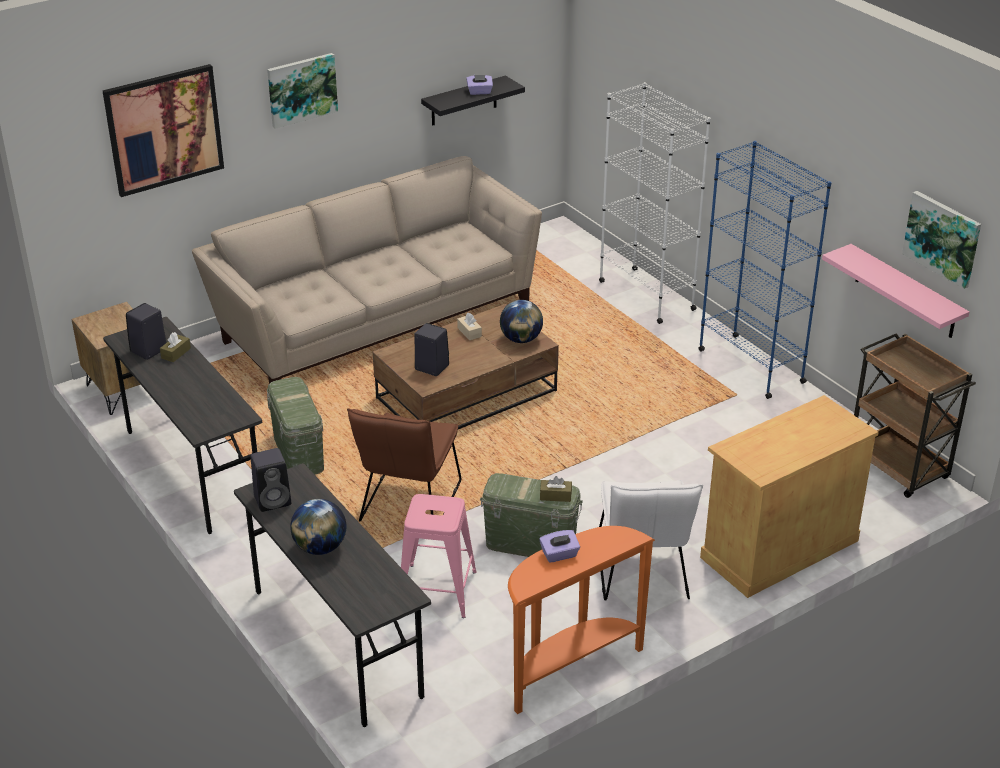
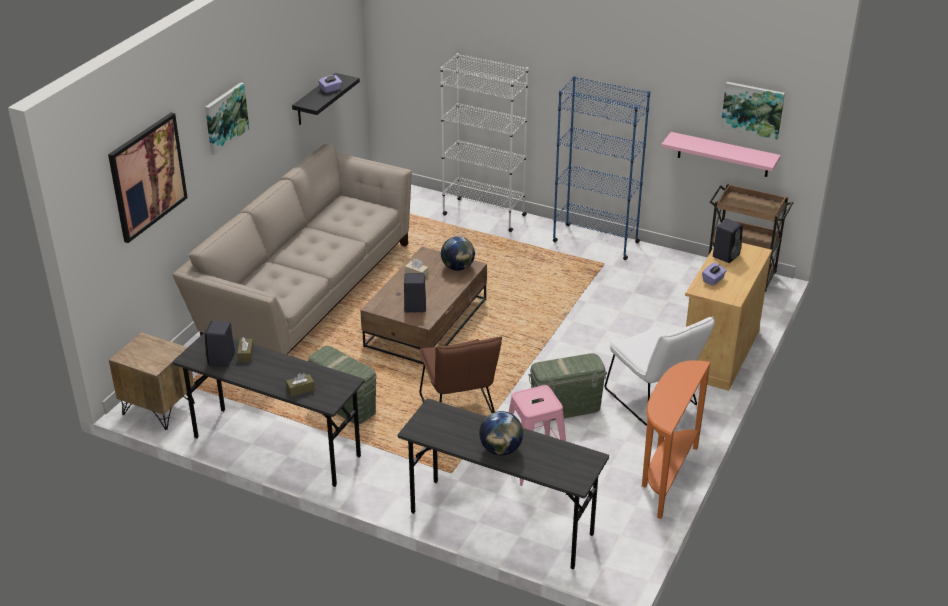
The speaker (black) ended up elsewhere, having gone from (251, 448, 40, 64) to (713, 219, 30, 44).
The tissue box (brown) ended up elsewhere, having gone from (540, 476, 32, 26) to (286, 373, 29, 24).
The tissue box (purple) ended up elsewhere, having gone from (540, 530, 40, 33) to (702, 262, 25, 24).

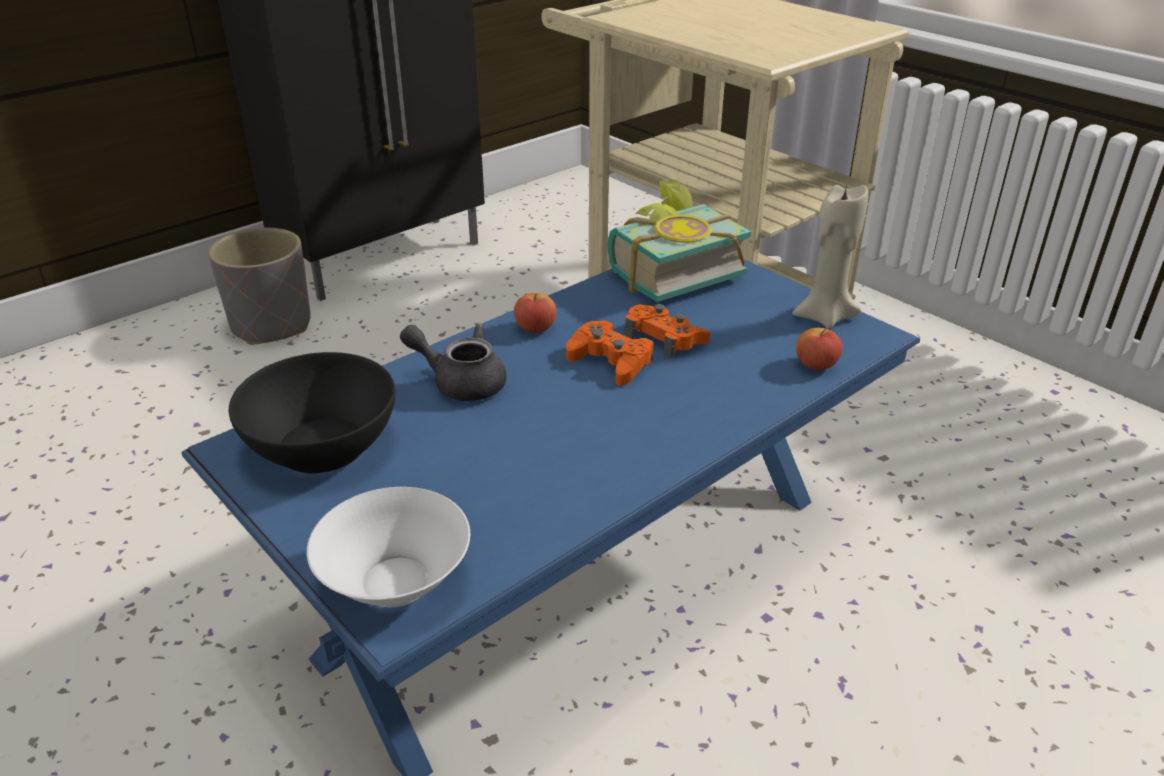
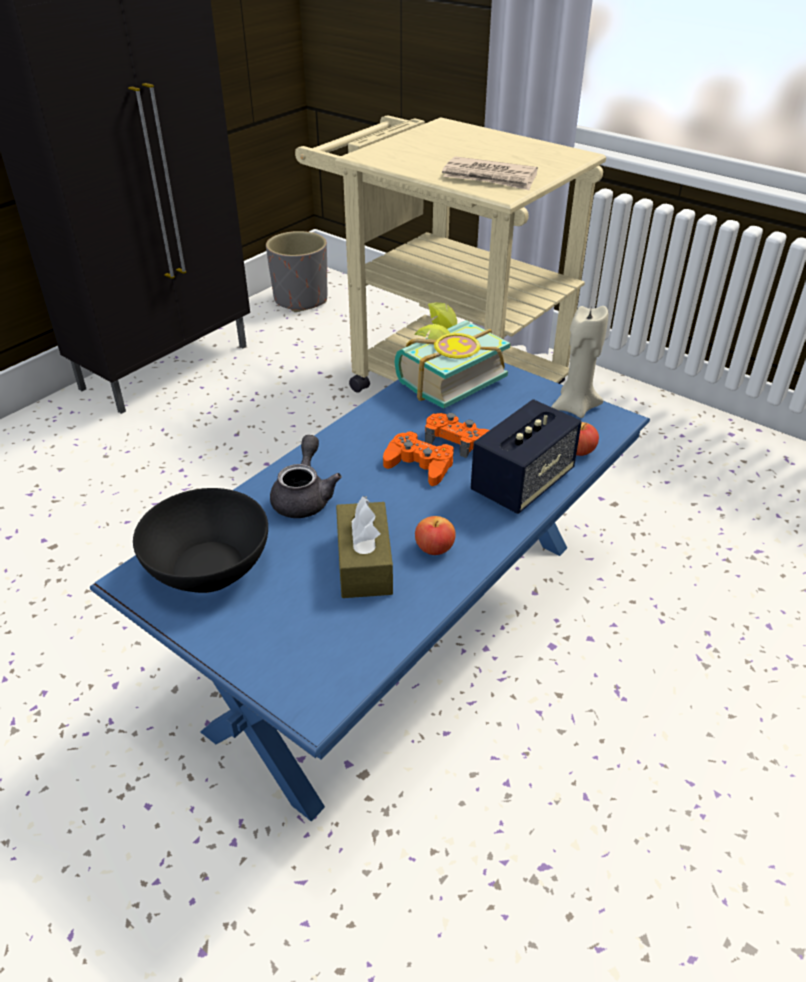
The second view lost the bowl (white) at (307, 487, 163, 120).
The second view gained the tissue box (brown) at (336, 496, 57, 102).
The second view gained the newspaper at (442, 156, 96, 34).
The second view gained the speaker at (471, 399, 111, 115).
The planter (grey) ended up elsewhere, having gone from (208, 228, 103, 117) to (266, 231, 62, 81).
The apple ended up elsewhere, having gone from (514, 293, 42, 40) to (415, 516, 41, 39).
The teapot (grey) at (400, 323, 106, 78) ended up facing another way, 90 degrees clockwise from before.

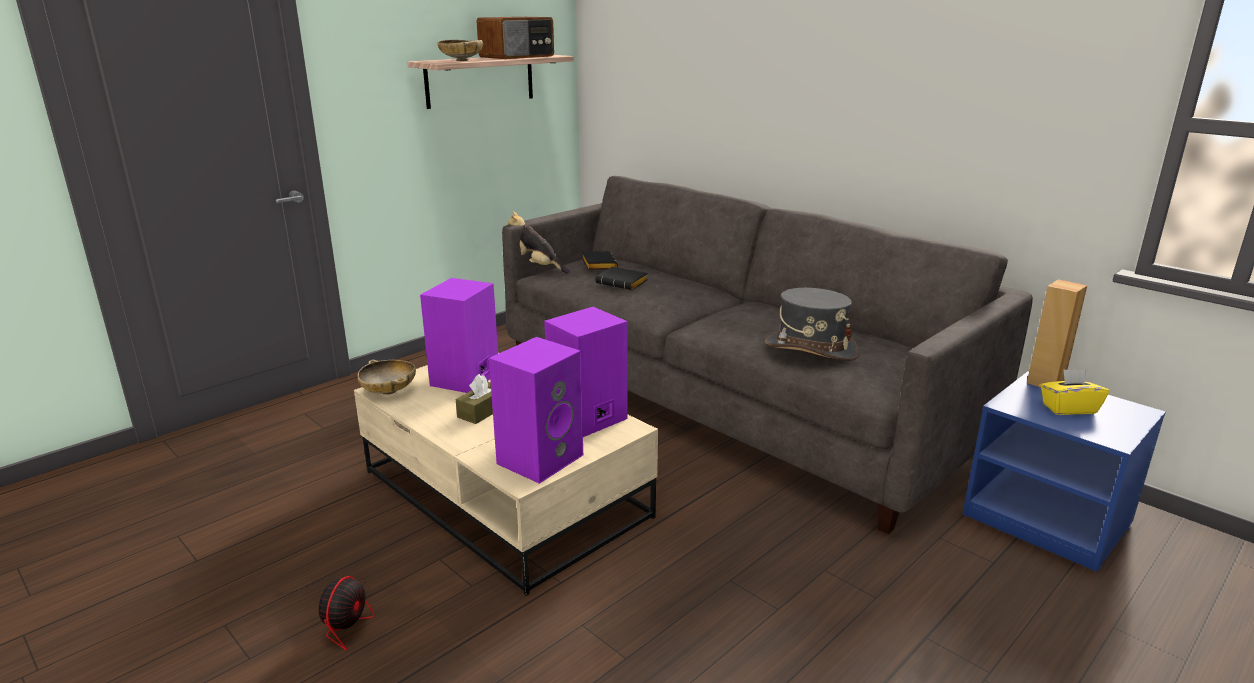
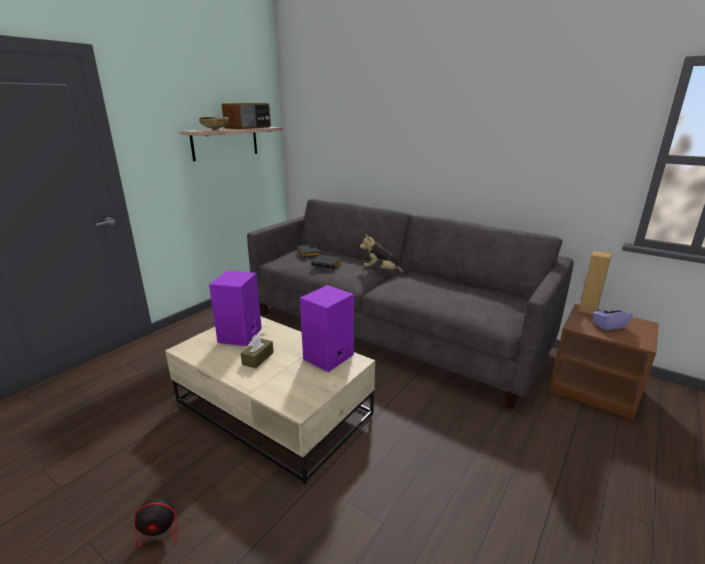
The second view lost the bowl (beige) at (357, 360, 59, 35).
The second view lost the speaker (purple) at (489, 337, 94, 147).
The second view lost the hat (grey) at (764, 288, 95, 73).
The plush toy ended up elsewhere, having gone from (507, 211, 63, 63) to (360, 234, 49, 41).
What was the nightstand (blue) at (962, 371, 204, 201) turned into the nightstand (brown) at (549, 304, 110, 116).
What was the tissue box (yellow) at (1040, 369, 69, 46) turned into the tissue box (purple) at (592, 303, 41, 27).
The fan at (265, 576, 109, 75) ended up facing another way, 75 degrees clockwise from before.

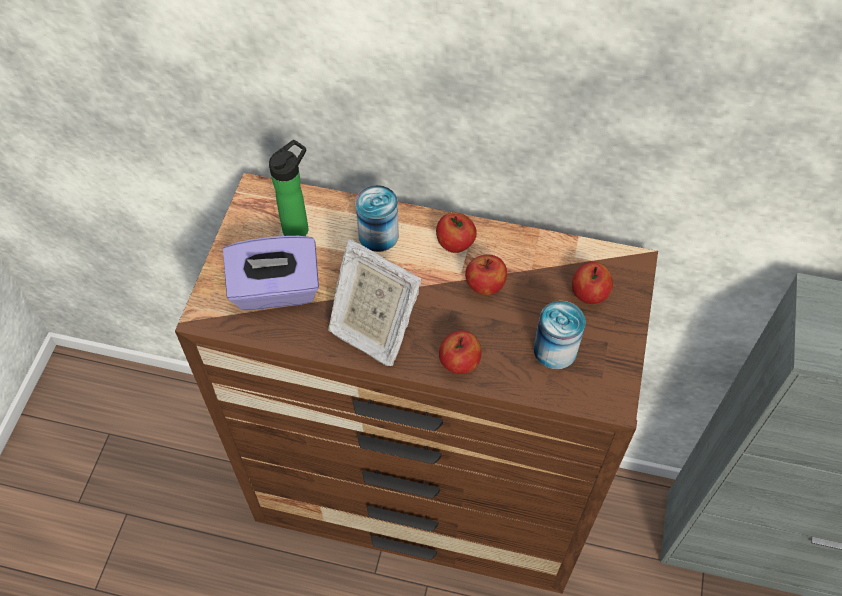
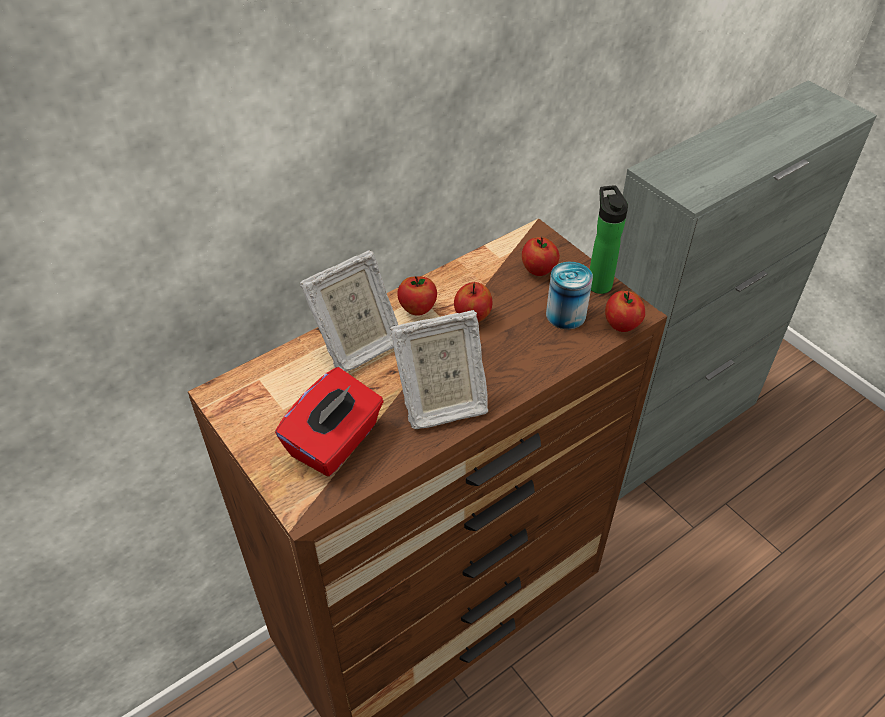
The bottle ended up elsewhere, having gone from (269, 140, 39, 96) to (590, 185, 38, 109).
The apple ended up elsewhere, having gone from (439, 330, 43, 44) to (605, 291, 40, 41).
Where the can stood at (355, 185, 44, 67), the picture frame came to stand at (300, 250, 98, 122).
What was the tissue box (purple) at (223, 236, 96, 74) turned into the tissue box (red) at (275, 367, 109, 109).

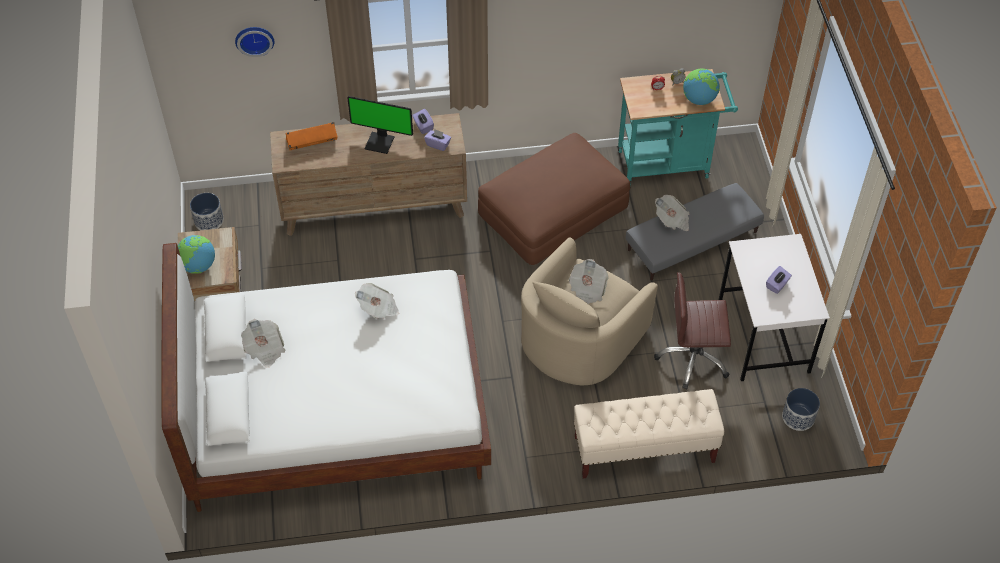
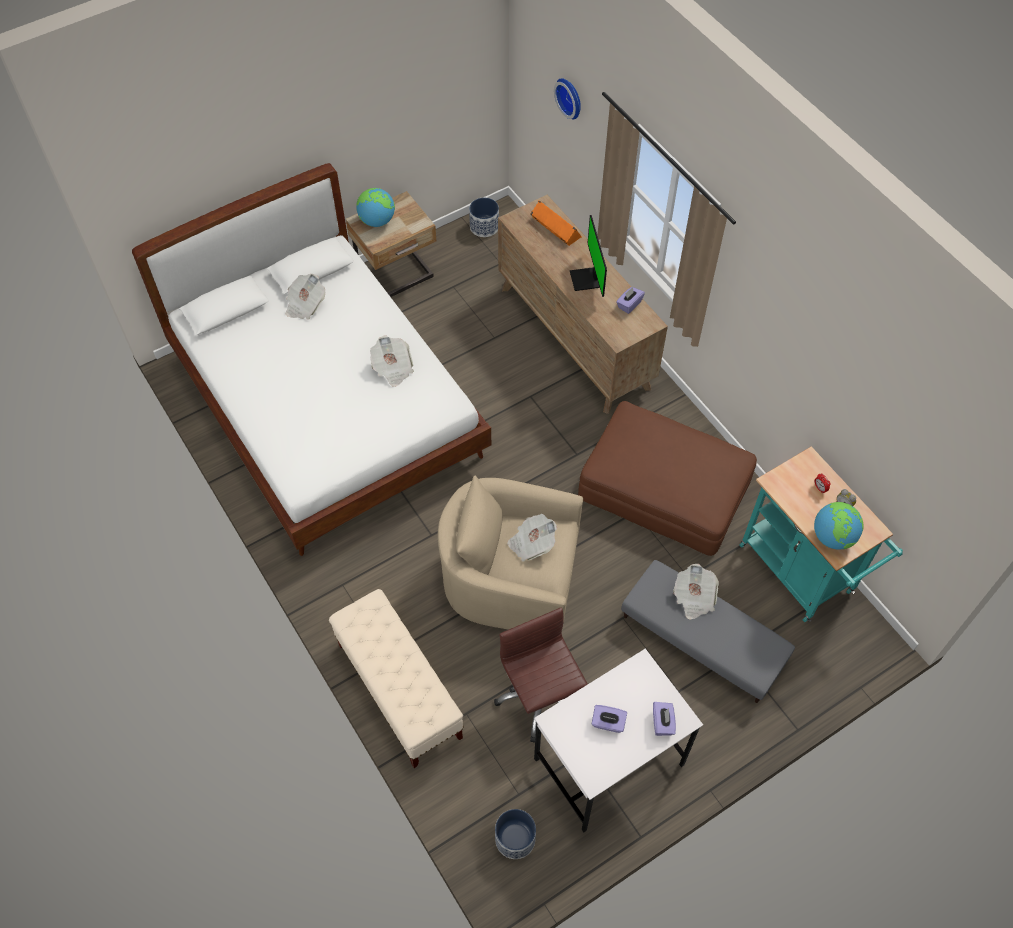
The tissue box (purple) ended up elsewhere, having gone from (424, 129, 27, 22) to (653, 702, 23, 34).

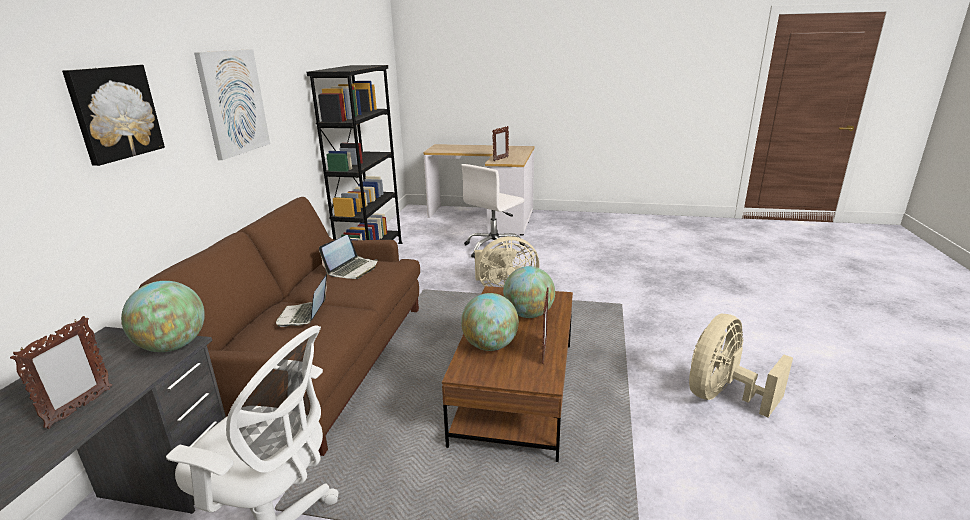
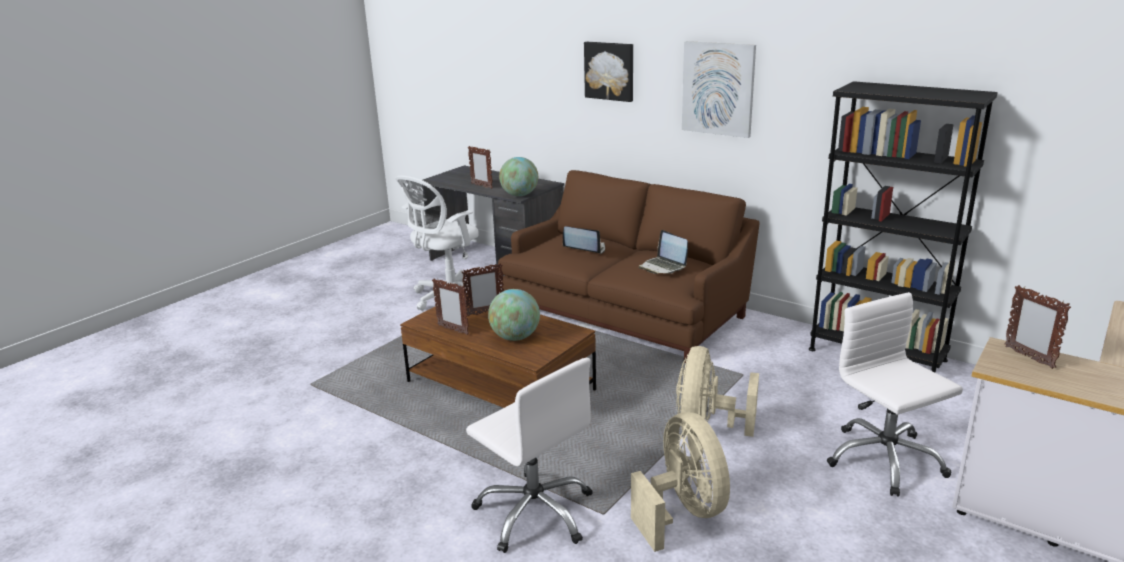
The second view gained the office chair (white) at (466, 357, 127, 196).
The fan (beige) ended up elsewhere, having gone from (689, 314, 104, 104) to (631, 412, 99, 140).
Where the globe stood at (461, 293, 58, 58), the picture frame came to stand at (461, 263, 43, 53).

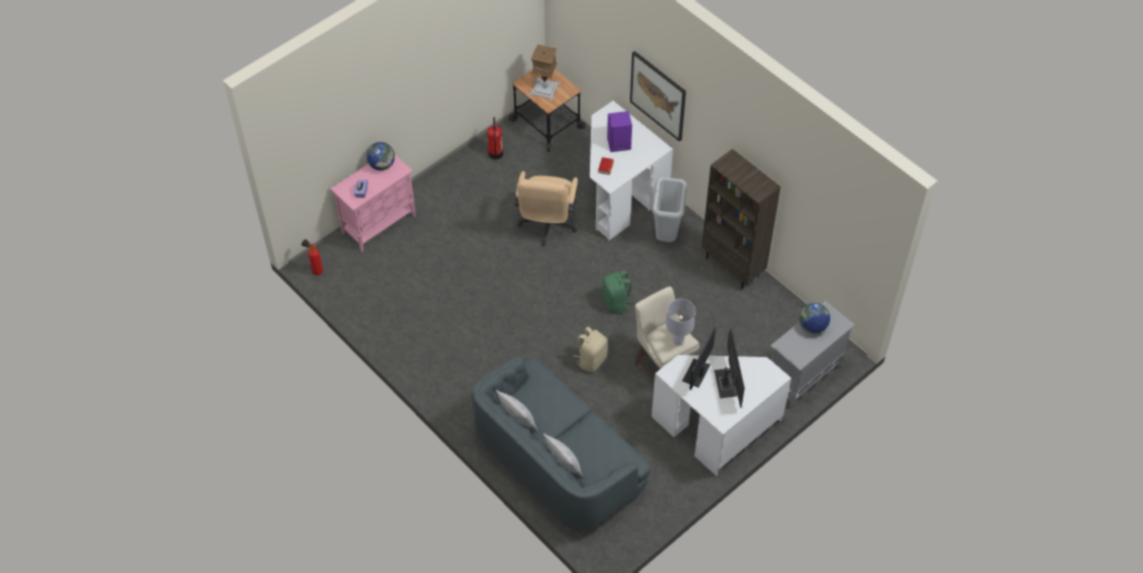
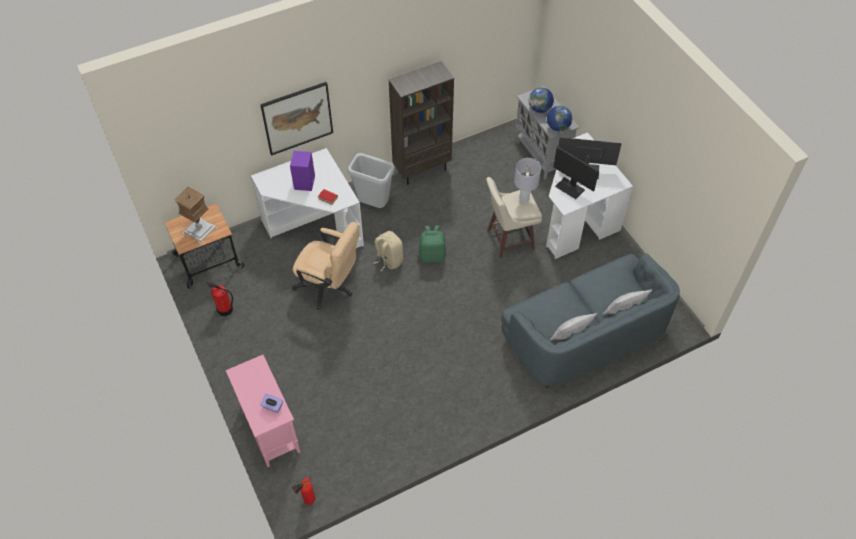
The globe ended up elsewhere, having gone from (366, 142, 29, 29) to (547, 106, 26, 25).
The backpack (beige) ended up elsewhere, having gone from (573, 327, 35, 45) to (373, 231, 30, 40).

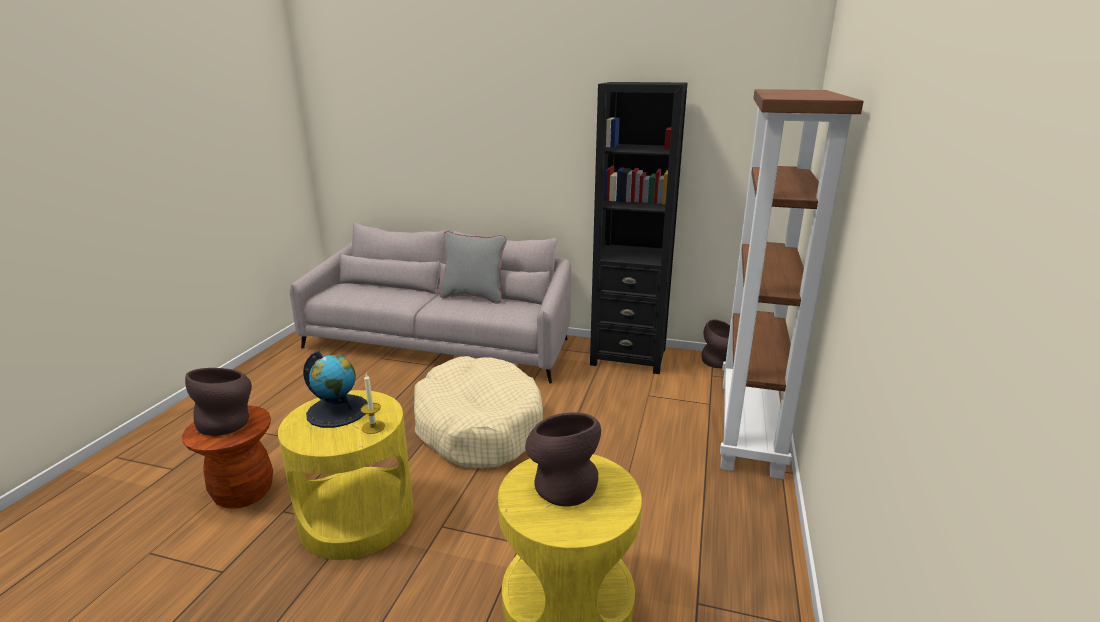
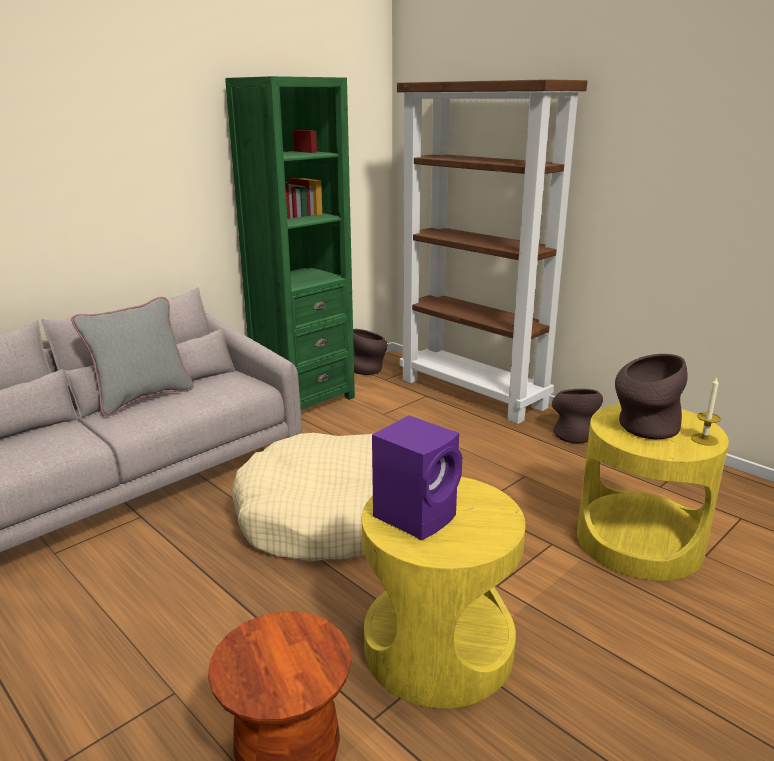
The vase (brown) ended up elsewhere, having gone from (185, 368, 67, 68) to (552, 389, 51, 54).
The candle ended up elsewhere, having gone from (361, 374, 24, 60) to (691, 377, 30, 69).
Where the globe stood at (303, 351, 65, 77), the speaker (purple) came to stand at (372, 415, 90, 125).
What was the bookcase (black) at (590, 82, 98, 292) turned into the bookcase (green) at (225, 76, 130, 334).

